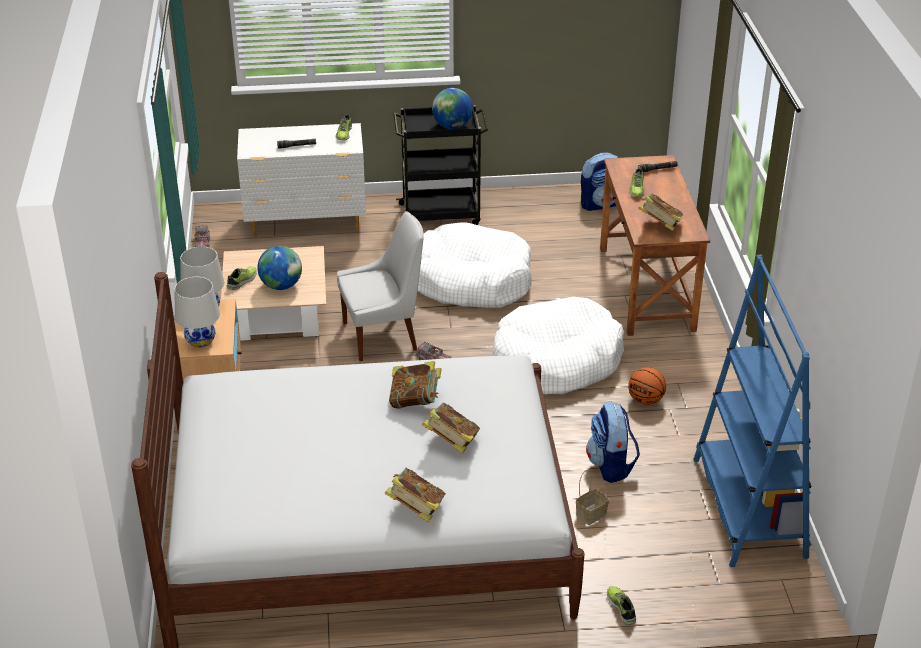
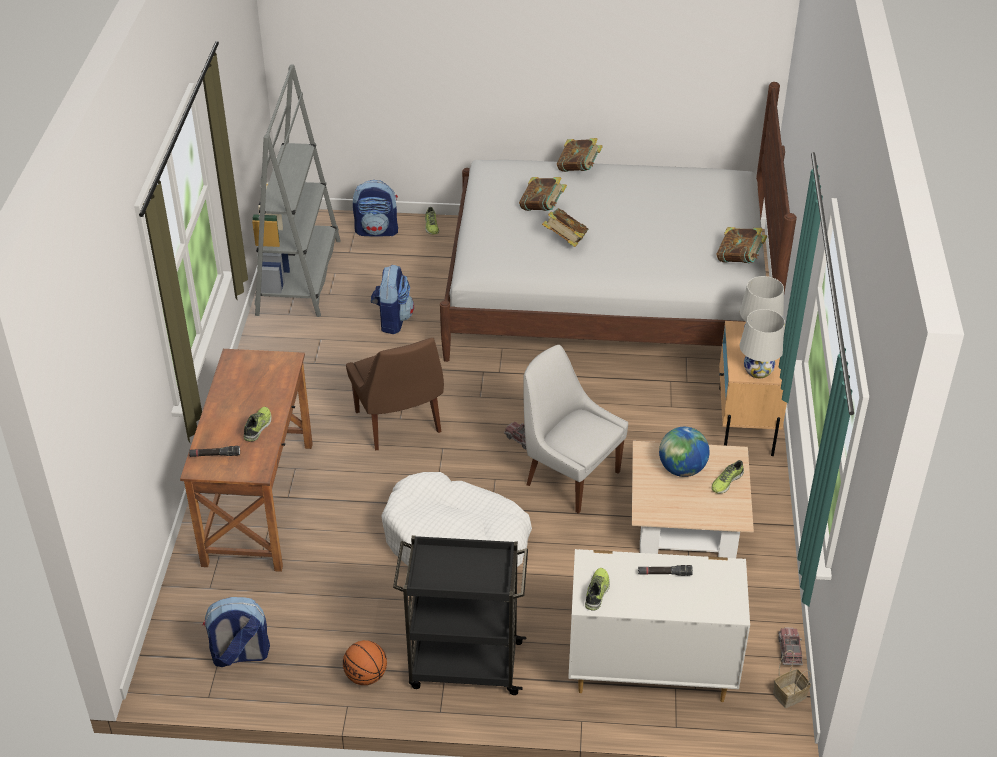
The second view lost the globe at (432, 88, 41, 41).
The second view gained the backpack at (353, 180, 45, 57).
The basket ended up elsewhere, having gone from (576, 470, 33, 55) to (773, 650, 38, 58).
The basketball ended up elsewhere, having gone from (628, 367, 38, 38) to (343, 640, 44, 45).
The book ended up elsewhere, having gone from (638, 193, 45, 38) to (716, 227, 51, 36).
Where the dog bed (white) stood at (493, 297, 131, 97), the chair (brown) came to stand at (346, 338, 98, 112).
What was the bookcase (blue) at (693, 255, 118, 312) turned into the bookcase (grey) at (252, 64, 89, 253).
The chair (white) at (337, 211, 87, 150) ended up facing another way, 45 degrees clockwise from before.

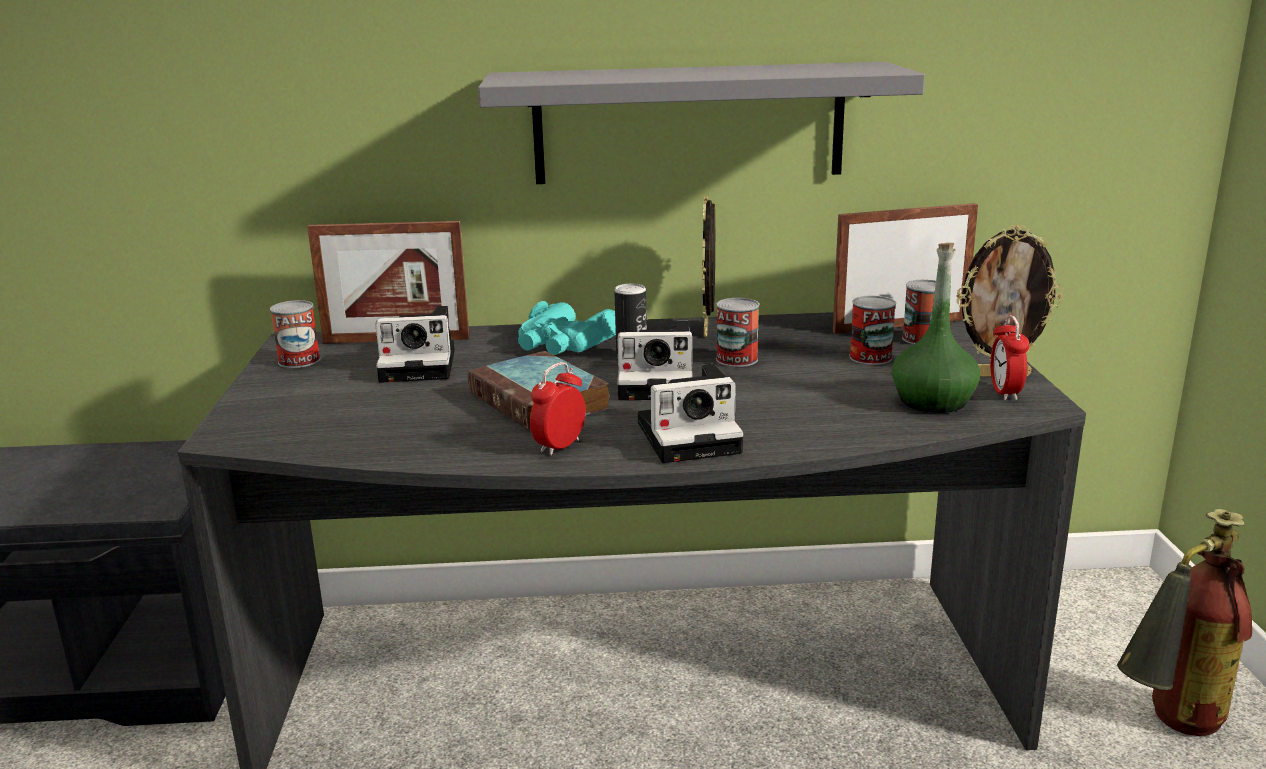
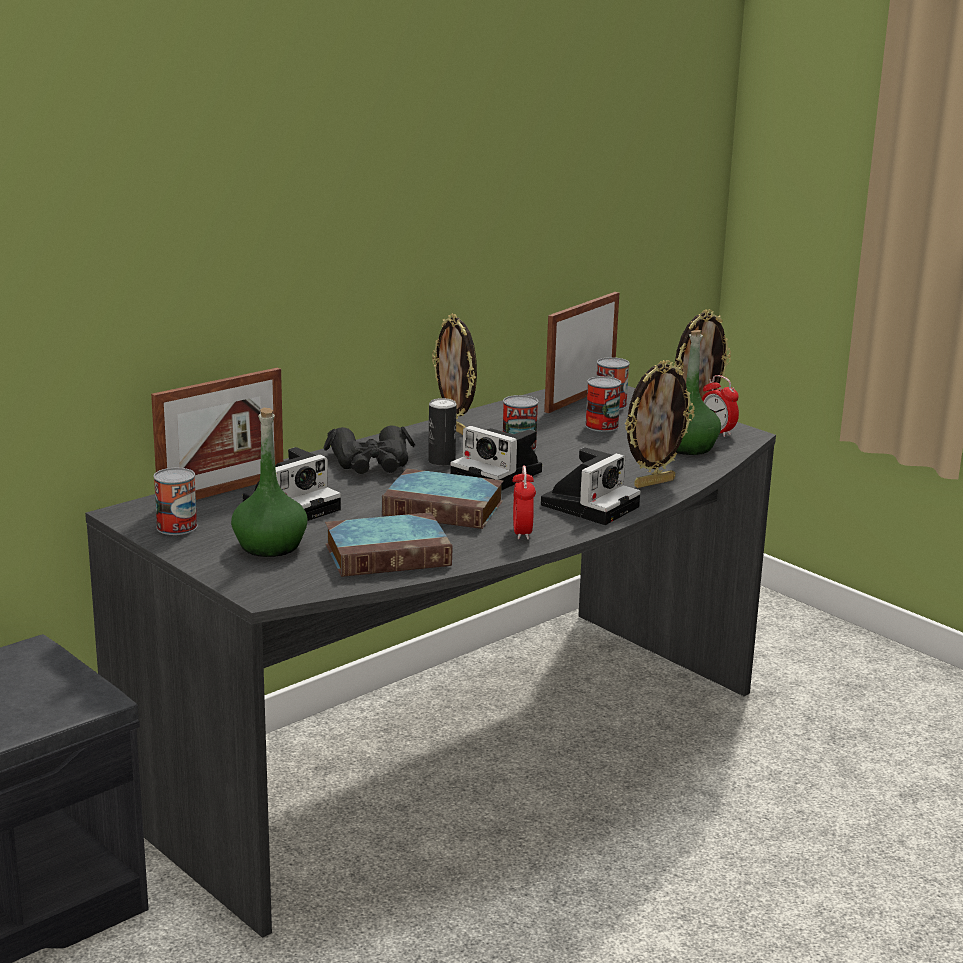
The second view lost the shelf (grey) at (478, 62, 447, 122).
The second view lost the fire extinguisher at (1117, 509, 135, 227).
The second view gained the bottle (green) at (231, 408, 76, 149).
The second view gained the book at (325, 512, 127, 65).
The second view gained the picture frame at (625, 360, 70, 128).
What was the binoculars (turquoise) at (518, 301, 98, 54) turned into the binoculars (black) at (324, 426, 91, 48).
The photo camera at (617, 321, 76, 79) ended up facing another way, 75 degrees clockwise from before.

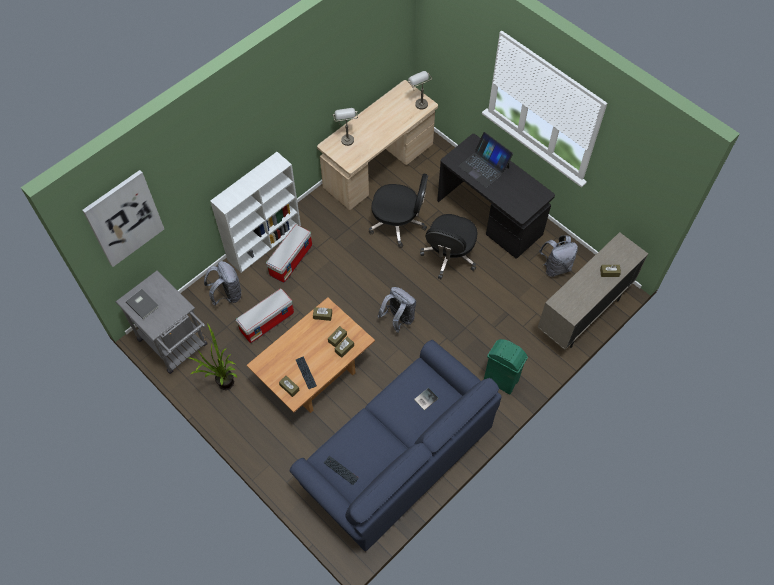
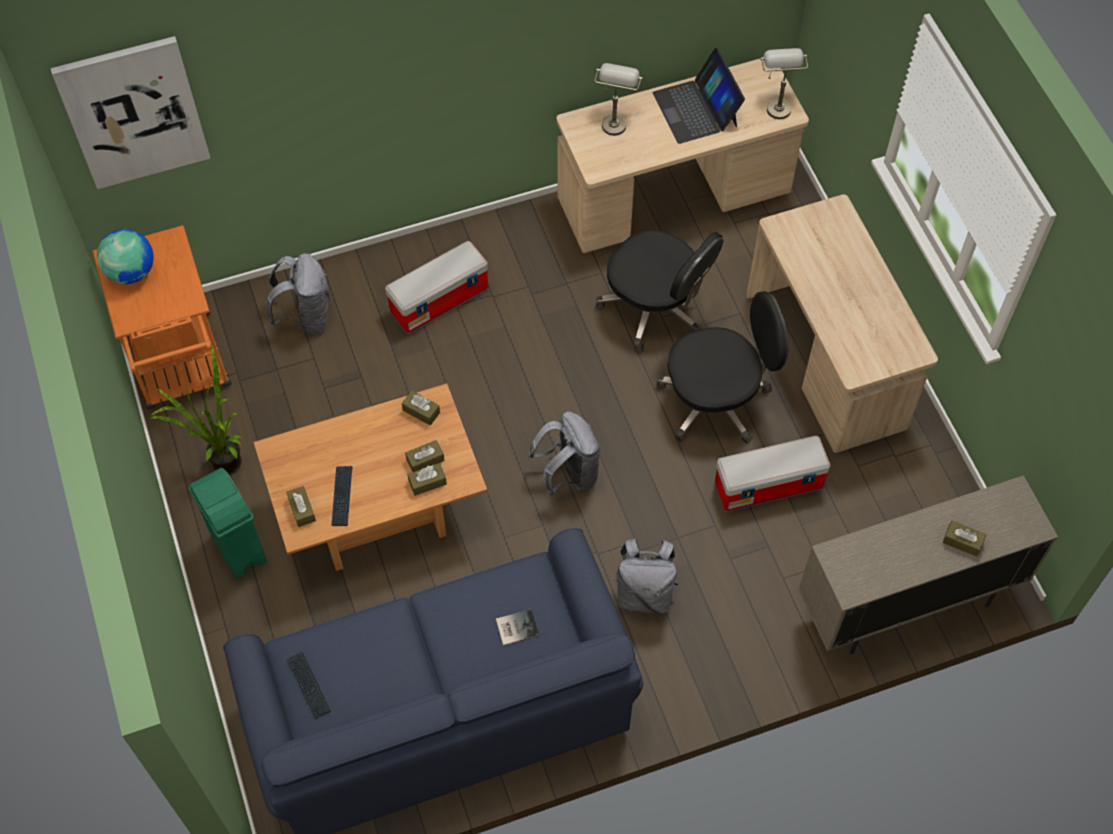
The second view lost the bookcase (white) at (210, 152, 91, 121).
The storage box ended up elsewhere, having gone from (236, 289, 58, 54) to (715, 436, 115, 76).
The laptop ended up elsewhere, having gone from (458, 132, 55, 56) to (652, 48, 93, 96).
The trash can (green) ended up elsewhere, having gone from (484, 339, 44, 55) to (189, 468, 78, 111).
The backpack (grey) ended up elsewhere, having gone from (539, 235, 39, 42) to (613, 538, 65, 76).
Where the book (grey) stood at (126, 289, 33, 31), the globe came to stand at (97, 229, 57, 55).
What was the cart (grey) at (115, 270, 93, 104) turned into the cart (orange) at (92, 225, 140, 185).
What was the desk (black) at (437, 134, 118, 125) turned into the desk (beige) at (746, 194, 192, 259).
The office chair (black) at (420, 214, 58, 65) ended up facing another way, 150 degrees counterclockwise from before.

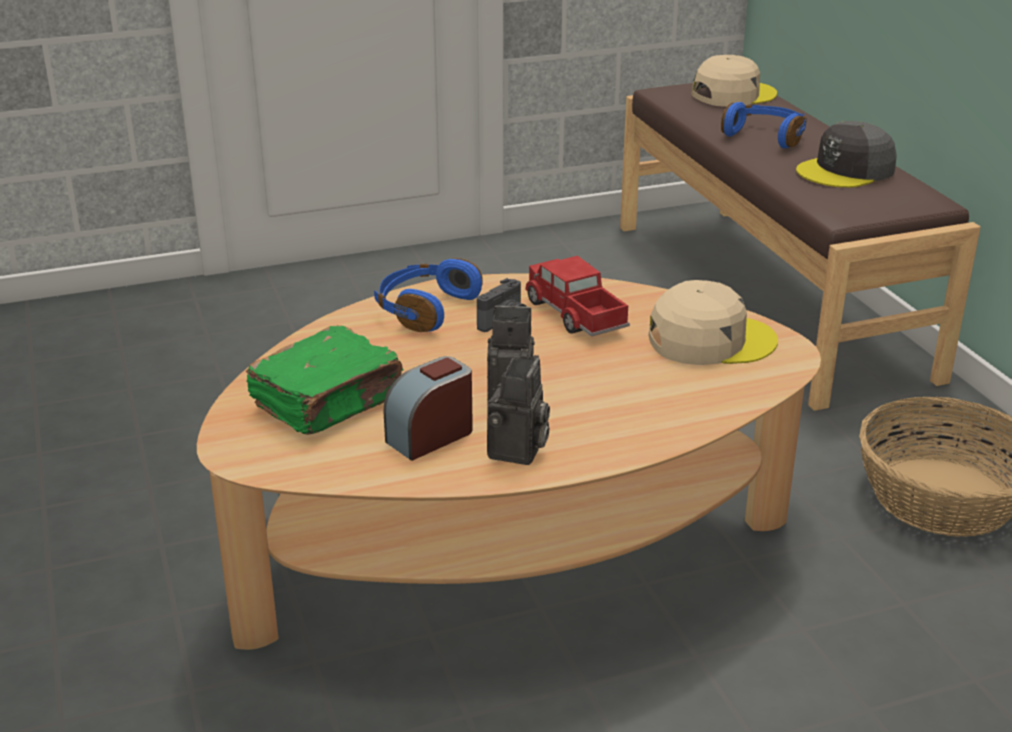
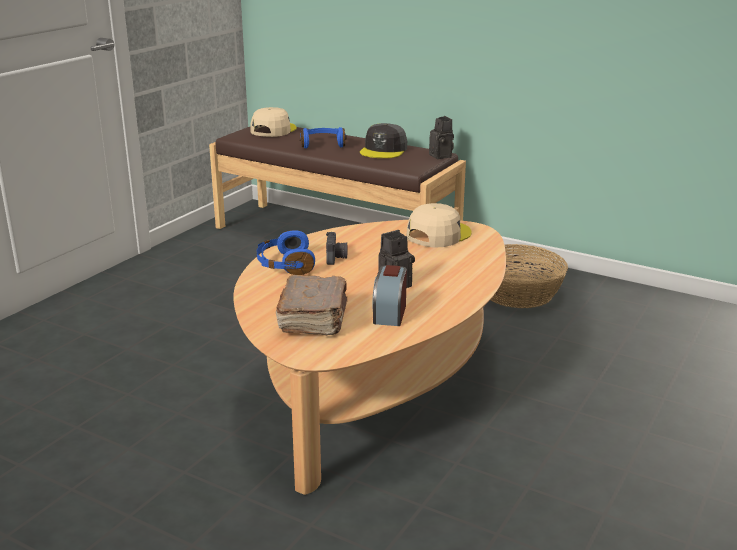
The second view lost the toy truck at (525, 256, 105, 81).
The photo camera ended up elsewhere, having gone from (487, 358, 63, 107) to (429, 116, 25, 43).
What was the book (green) at (246, 325, 158, 110) turned into the book (brown) at (276, 275, 71, 61).

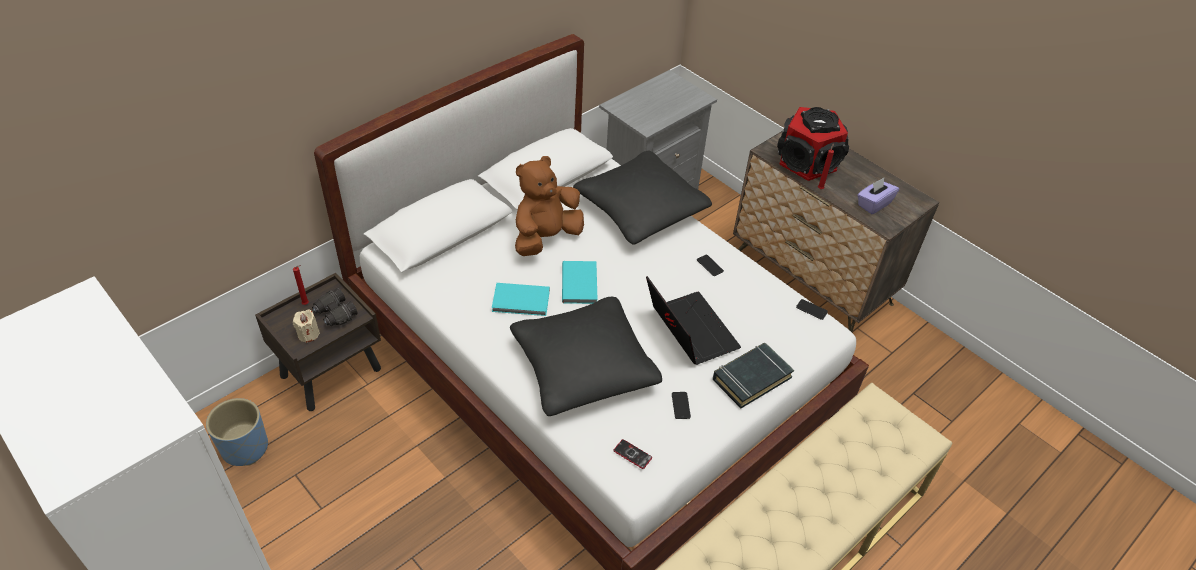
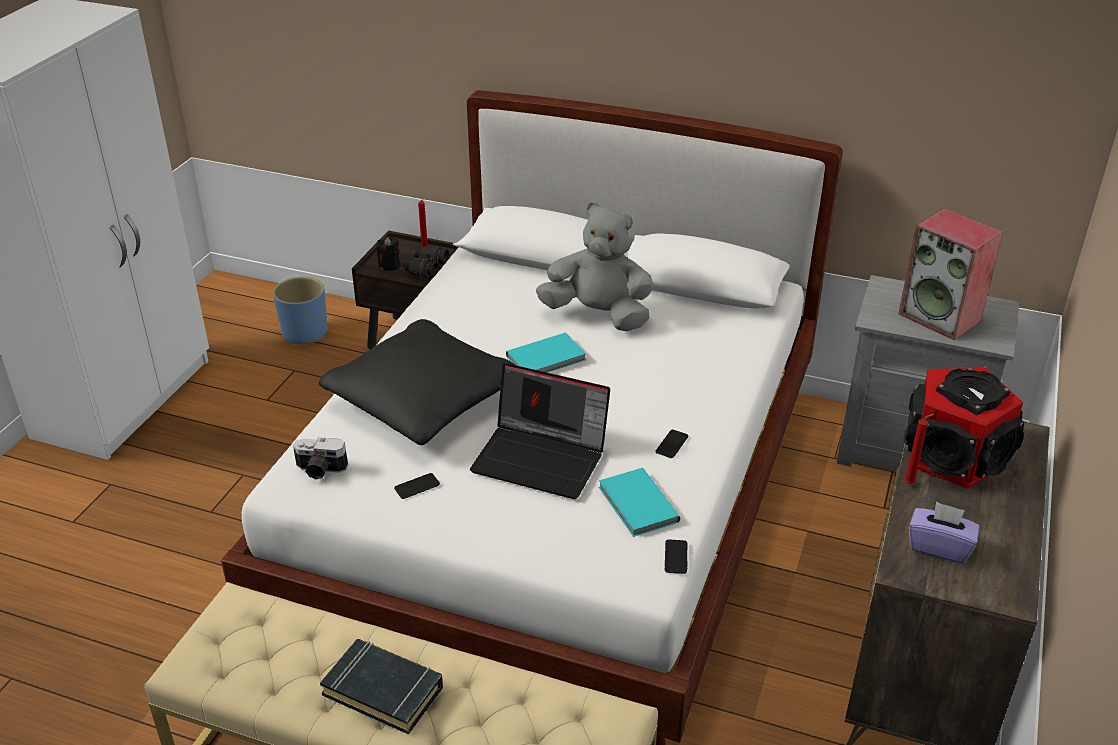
The second view lost the pillow (black) at (573, 151, 139, 94).
The second view gained the speaker at (898, 208, 105, 133).
The book (turquoise) ended up elsewhere, having gone from (492, 283, 58, 33) to (599, 468, 81, 69).
The book (black) ended up elsewhere, having gone from (713, 343, 81, 65) to (320, 639, 123, 96).
Where the phone stood at (613, 439, 39, 30), the photo camera came to stand at (293, 437, 55, 43).
What was the candle (beige) at (293, 310, 27, 33) turned into the candle (black) at (377, 237, 24, 34).
What was the plush toy (brown) at (515, 156, 69, 100) turned into the plush toy (grey) at (536, 202, 118, 129).
The laptop at (646, 276, 95, 89) ended up facing another way, 75 degrees clockwise from before.

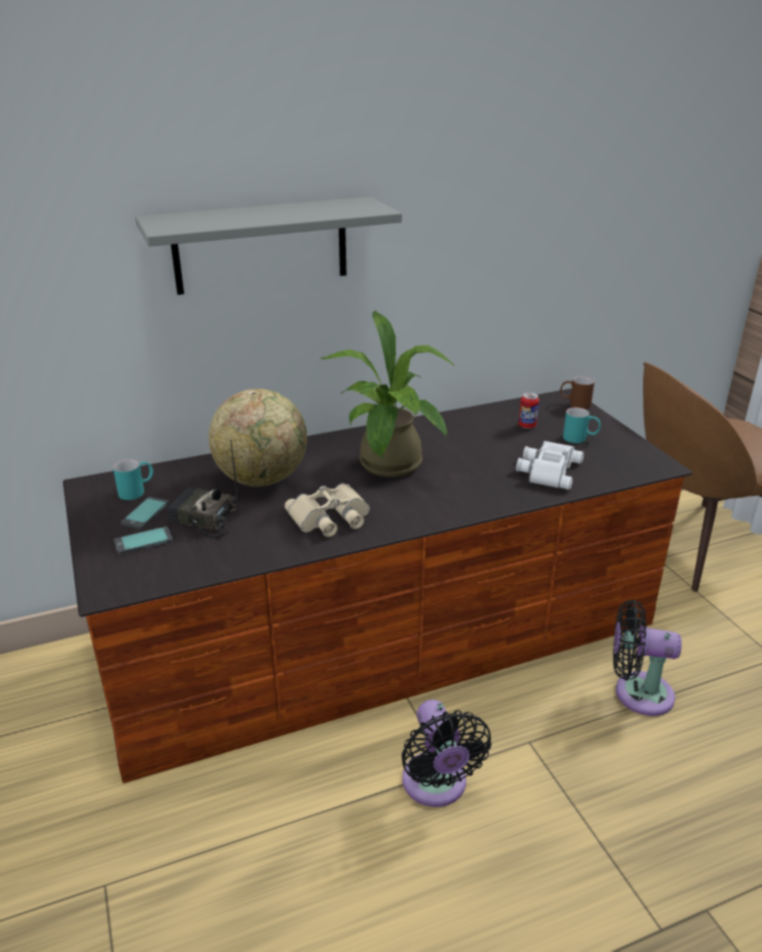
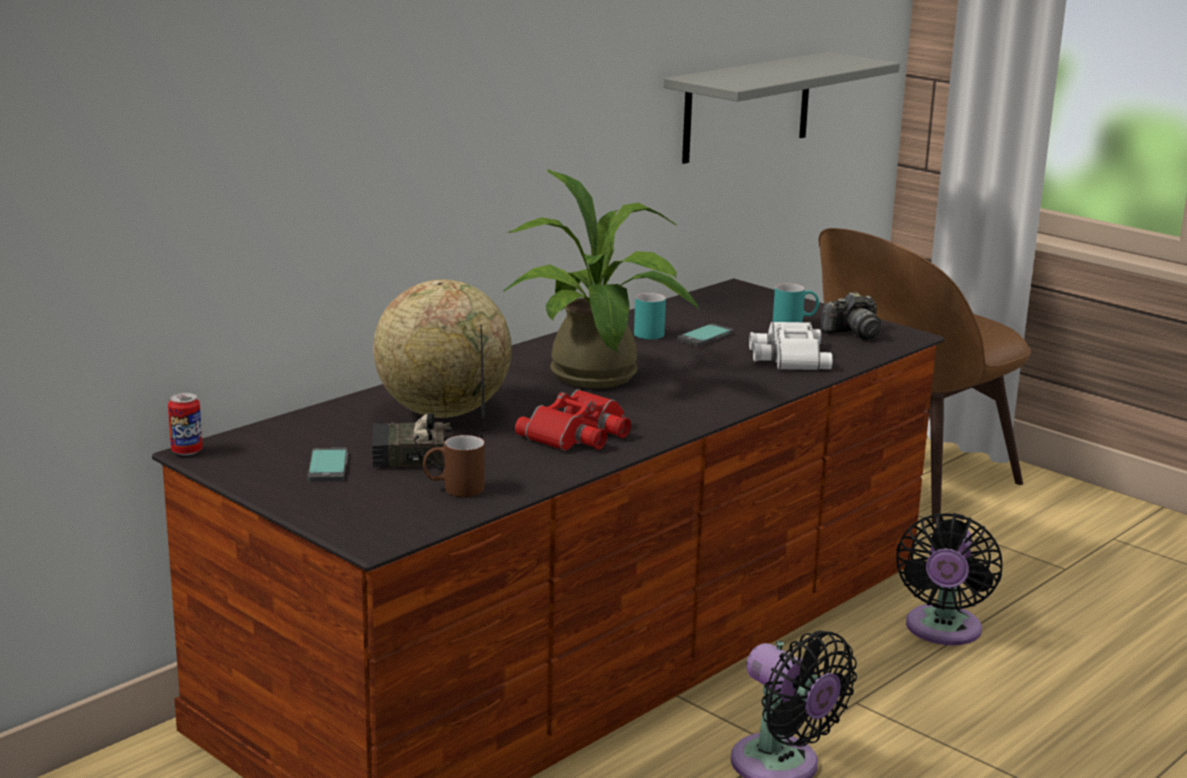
The second view gained the photo camera at (821, 292, 60, 48).
The mug (turquoise) ended up elsewhere, having gone from (113, 459, 40, 41) to (634, 293, 32, 46).
The phone ended up elsewhere, having gone from (114, 527, 59, 28) to (677, 324, 56, 22).
The shelf (grey) ended up elsewhere, having gone from (135, 197, 267, 98) to (664, 52, 236, 112).
The can ended up elsewhere, having gone from (519, 392, 20, 37) to (168, 393, 35, 63).
The mug (brown) ended up elsewhere, having gone from (560, 376, 35, 33) to (423, 435, 62, 62).
What was the binoculars (beige) at (285, 483, 85, 54) turned into the binoculars (red) at (515, 390, 116, 61).
The fan (black) at (613, 600, 69, 116) ended up facing another way, 60 degrees counterclockwise from before.

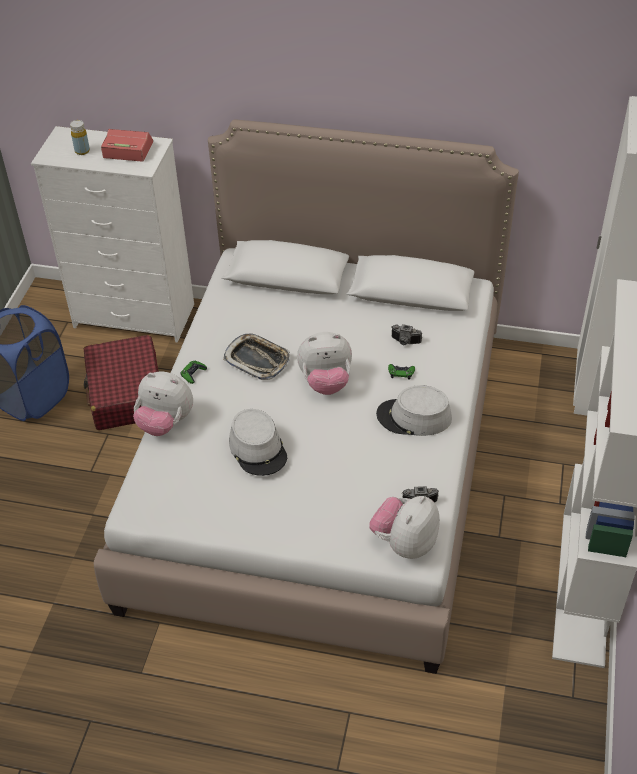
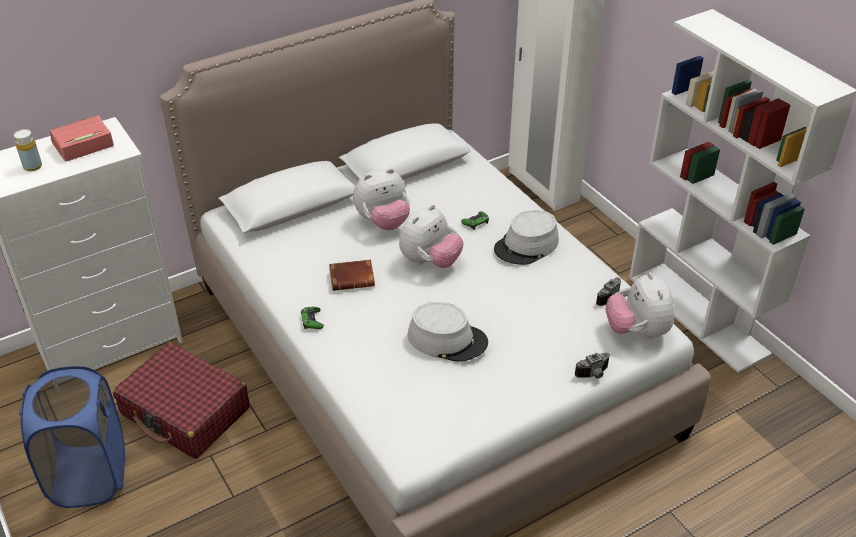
The plush toy ended up elsewhere, having gone from (133, 372, 60, 64) to (353, 168, 57, 62).
The photo camera ended up elsewhere, having gone from (392, 324, 30, 21) to (575, 353, 35, 26).
Where the tray stood at (223, 333, 67, 47), the book (brown) came to stand at (329, 259, 46, 32).

